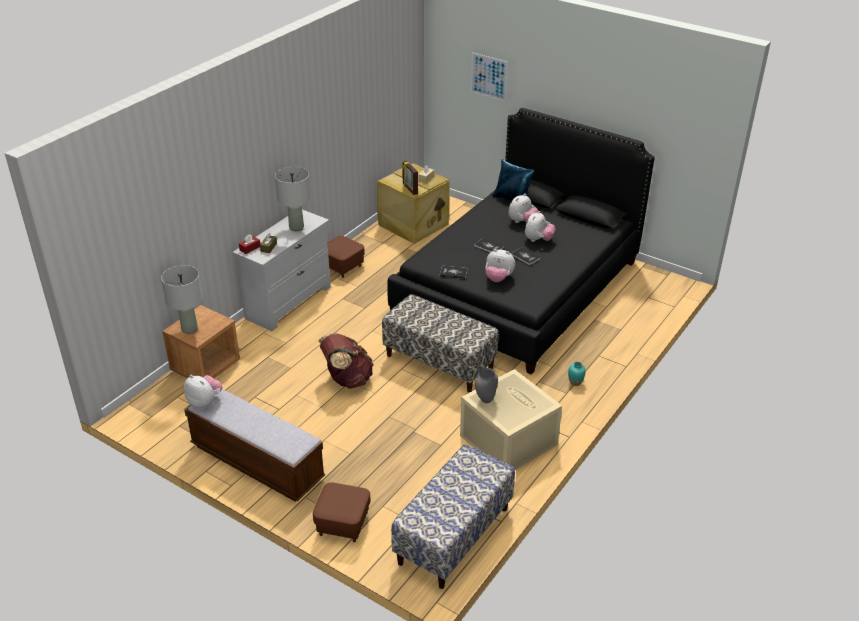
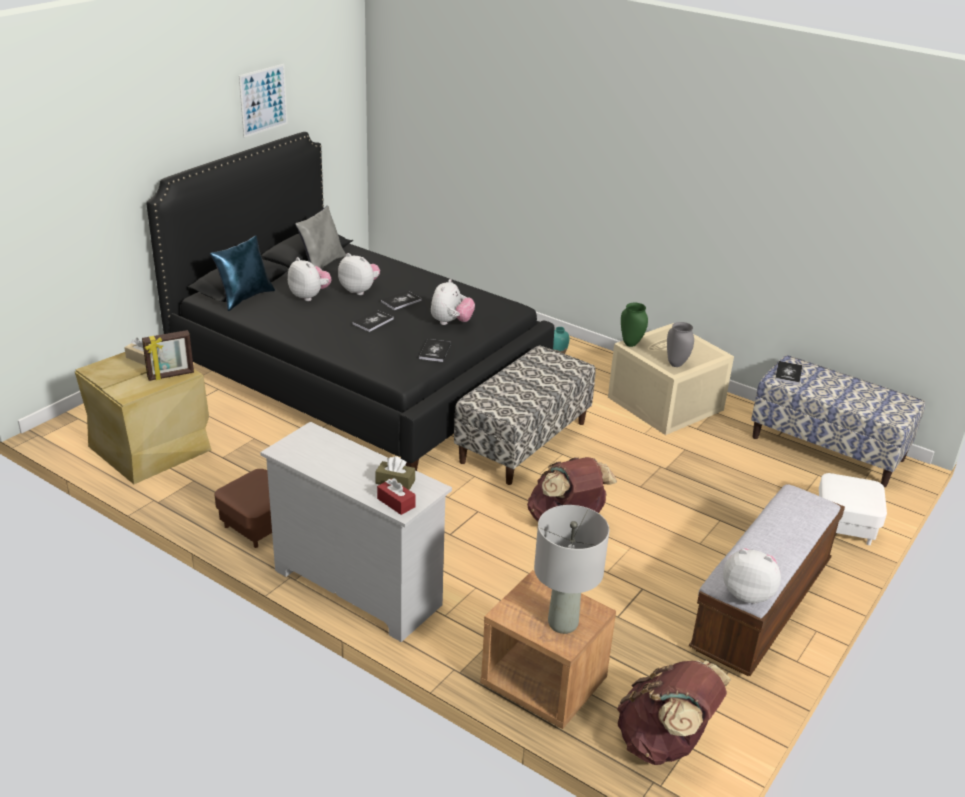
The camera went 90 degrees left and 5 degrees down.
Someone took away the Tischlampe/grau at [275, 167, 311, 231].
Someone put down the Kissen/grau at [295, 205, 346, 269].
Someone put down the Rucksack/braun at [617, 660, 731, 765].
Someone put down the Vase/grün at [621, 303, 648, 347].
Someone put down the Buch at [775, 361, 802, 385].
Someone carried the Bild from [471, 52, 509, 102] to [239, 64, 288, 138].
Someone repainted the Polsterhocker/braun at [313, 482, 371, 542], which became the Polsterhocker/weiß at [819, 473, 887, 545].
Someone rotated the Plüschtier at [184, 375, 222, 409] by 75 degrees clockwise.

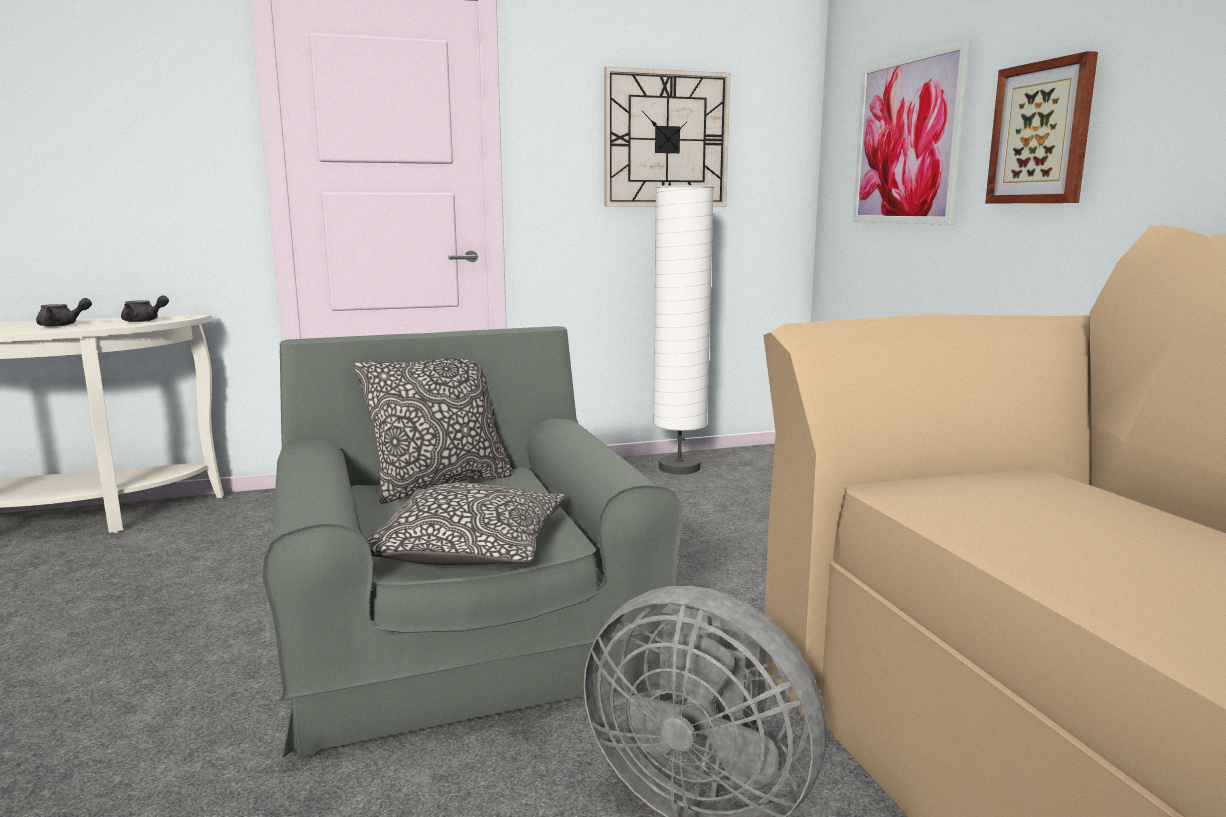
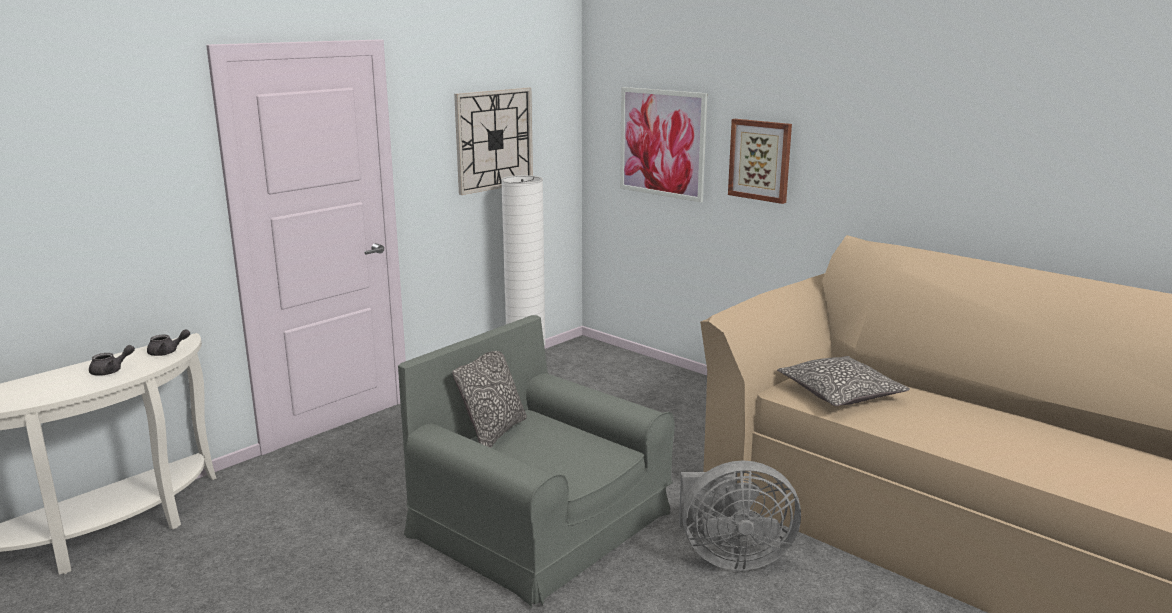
The camera went 30 degrees left and 5 degrees up.
Someone carried the Kissen from [365, 483, 565, 565] to [777, 356, 910, 406].

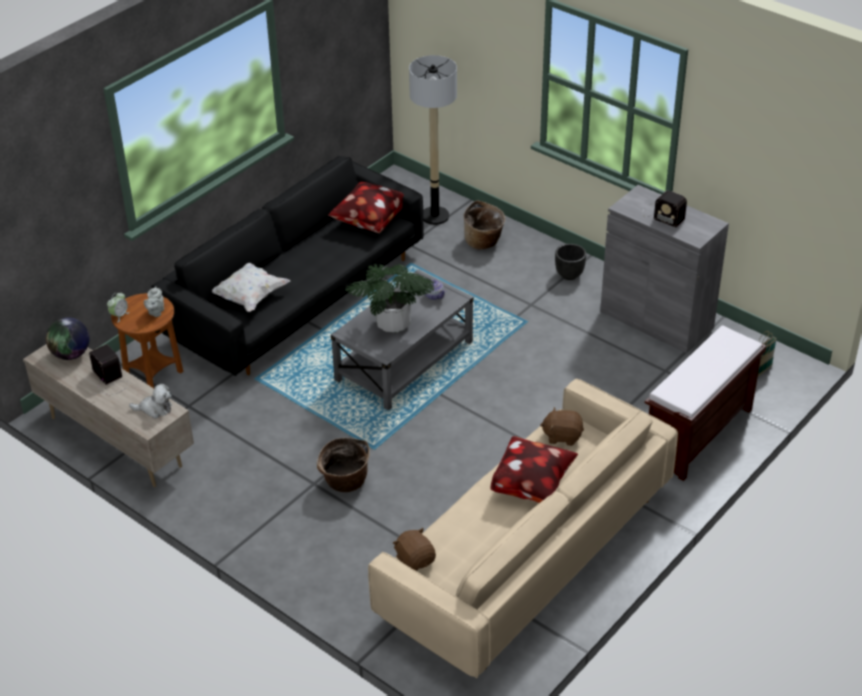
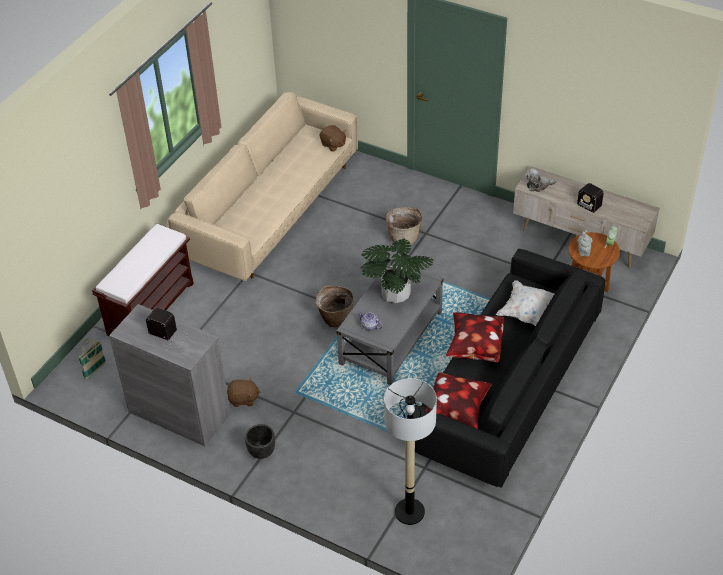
The camera went 170 degrees right and 5 degrees up.
Someone took away the Globus at [46, 317, 89, 360].
Someone carried the Korb from [463, 201, 505, 249] to [316, 286, 354, 327].
Someone carried the Kissen from [491, 436, 578, 503] to [446, 312, 504, 363].
Someone carried the Plüschtier/braun from [540, 407, 584, 446] to [227, 377, 260, 407].

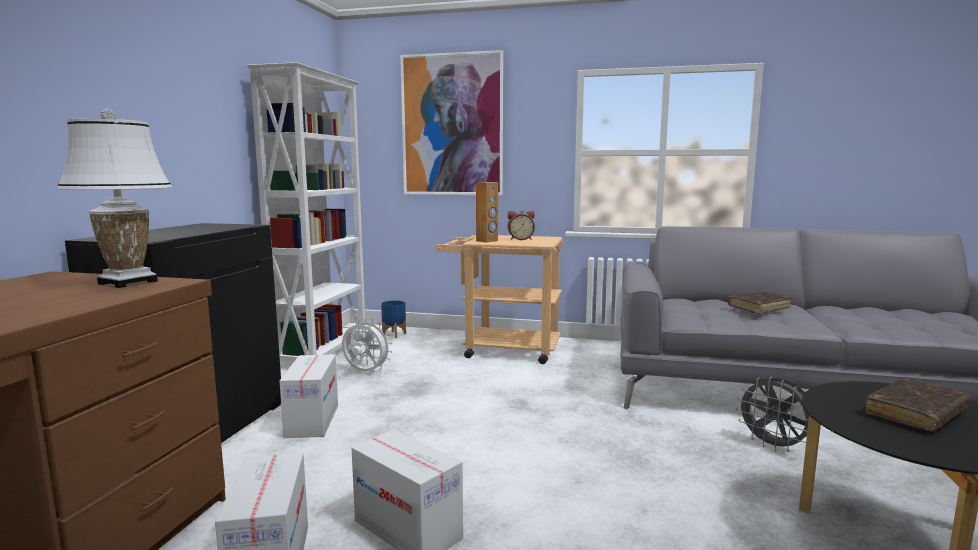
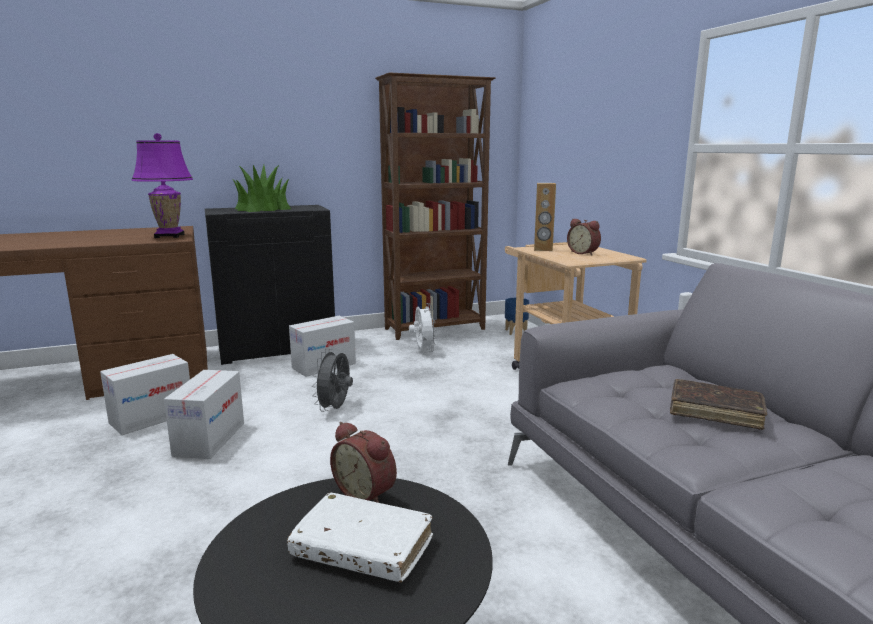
The camera went 55 degrees right and 5 degrees up.
Someone took away the Bild at [400, 50, 503, 195].
Someone put down the Topfpflanze at [231, 165, 291, 212].
Someone put down the Wecker at [330, 422, 397, 503].
Someone carried the Ventilator/grau from [735, 377, 809, 452] to [312, 348, 353, 412].
Someone repainted the Tischlampe/weiß at [57, 109, 172, 288], which became the Tischlampe/lila at [132, 133, 193, 238].
Someone repainted the Bücherregal/weiß at [247, 62, 366, 363], which became the Bücherregal/braun at [375, 72, 496, 340].
Someone repainted the Buch/braun at [865, 378, 971, 432], which became the Buch/weiß at [287, 492, 433, 583].

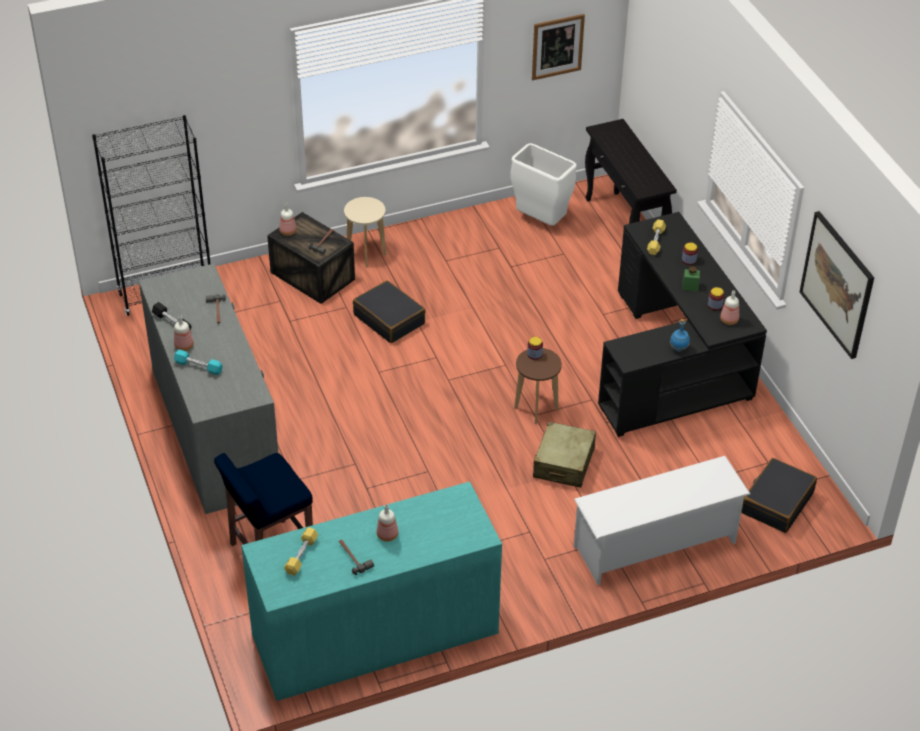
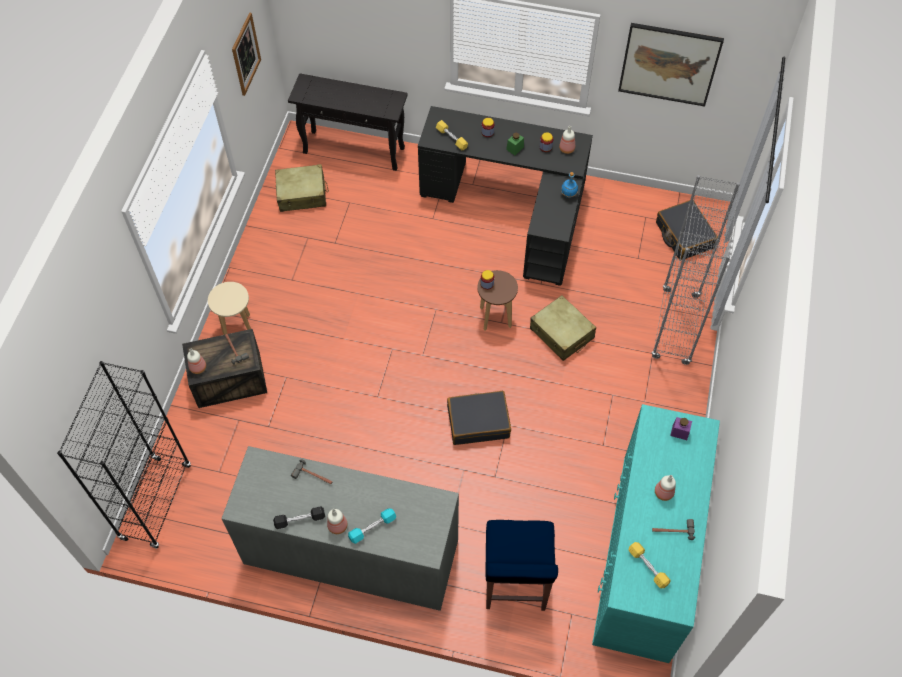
The camera went 55 degrees left and 15 degrees up.
Someone put down the Vorratsglas/lila at [670, 417, 692, 440].
Someone carried the Koffer/schwarz from [353, 280, 426, 343] to [447, 391, 511, 445].
Someone swapped the Mülleimer/weiß at [511, 143, 577, 226] for the Koffer/beige at [275, 164, 329, 212].
Someone swapped the Schuhregal/weiß at [574, 456, 750, 585] for the Bücherregal/grau at [652, 175, 740, 365].

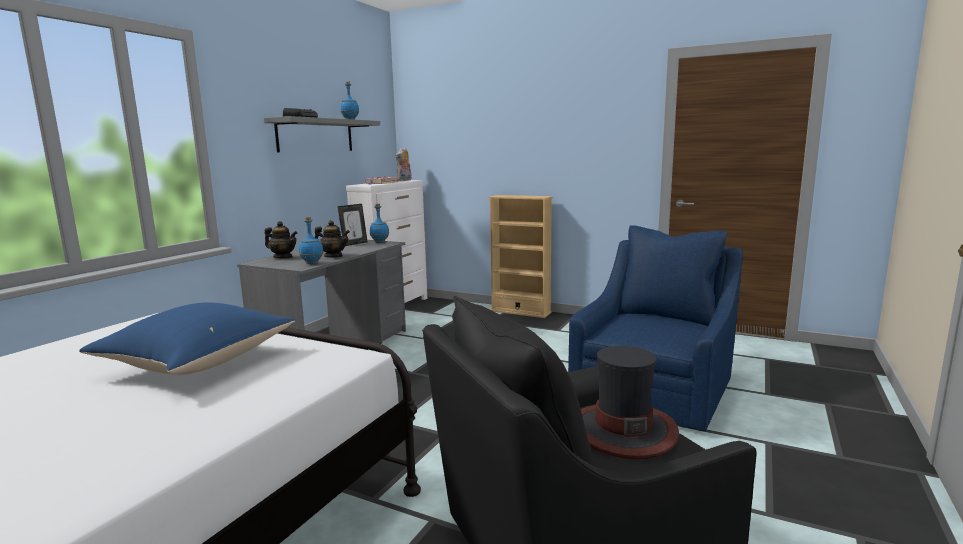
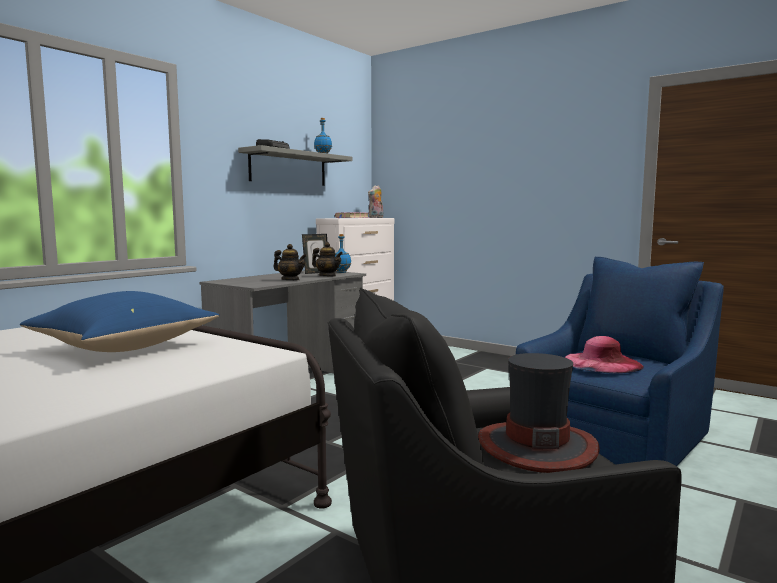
The camera went 10 degrees right and 5 degrees down.
Someone took away the Flasche/blau at [299, 217, 323, 264].
Someone took away the Bücherregal/beige at [489, 195, 553, 318].
Someone put down the Hut/rosa at [565, 336, 644, 373].
Someone carried the Teekanne from [265, 221, 297, 258] to [312, 242, 343, 276].

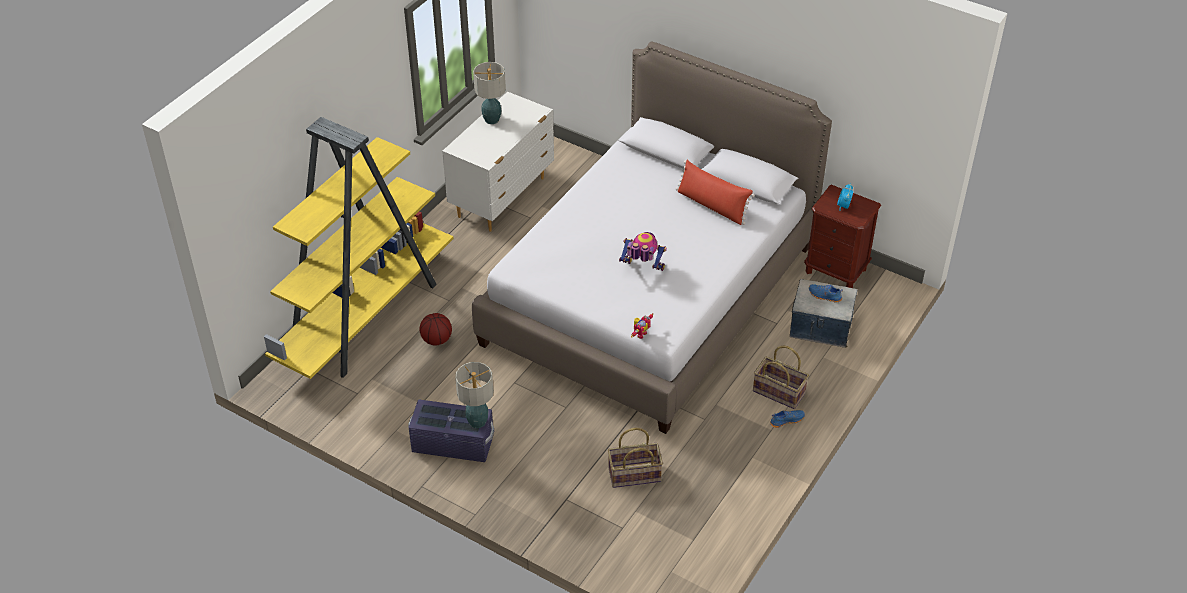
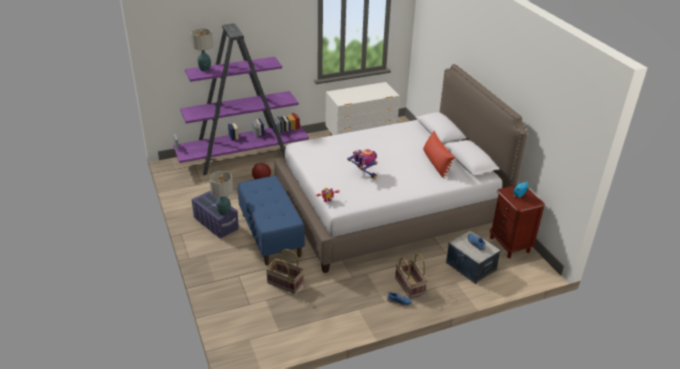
The camera went 35 degrees right and 10 degrees down.
Someone put down the Bank/blau at [238, 176, 305, 265].
Someone carried the Tischlampe from [473, 62, 506, 124] to [191, 28, 213, 71].
Someone repainted the Bücherregal/gelb at [264, 117, 454, 379], which became the Bücherregal/lila at [173, 23, 309, 175].

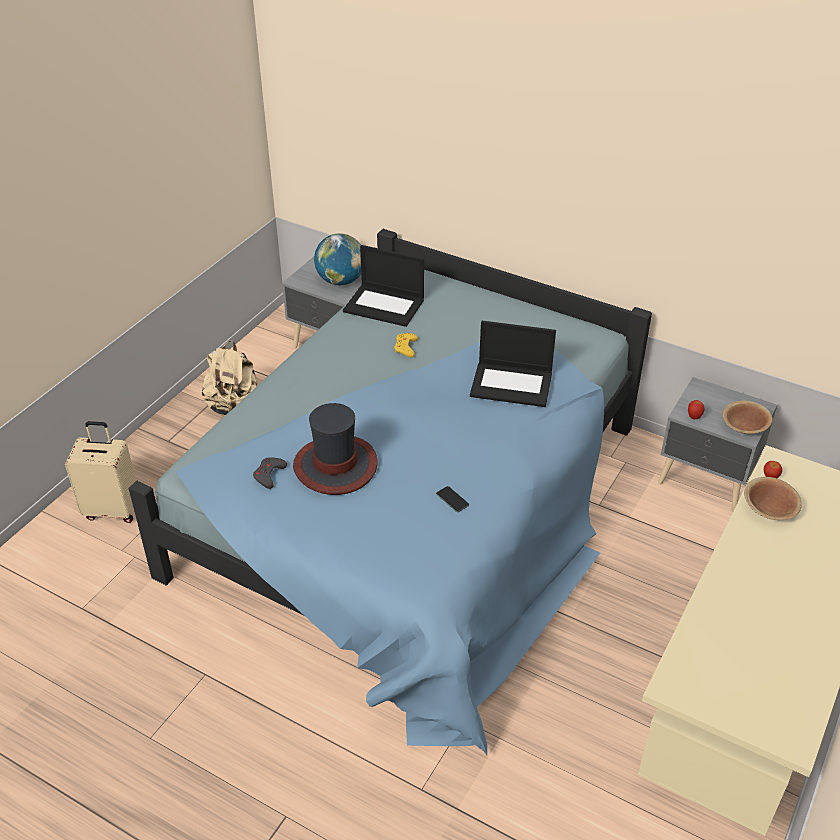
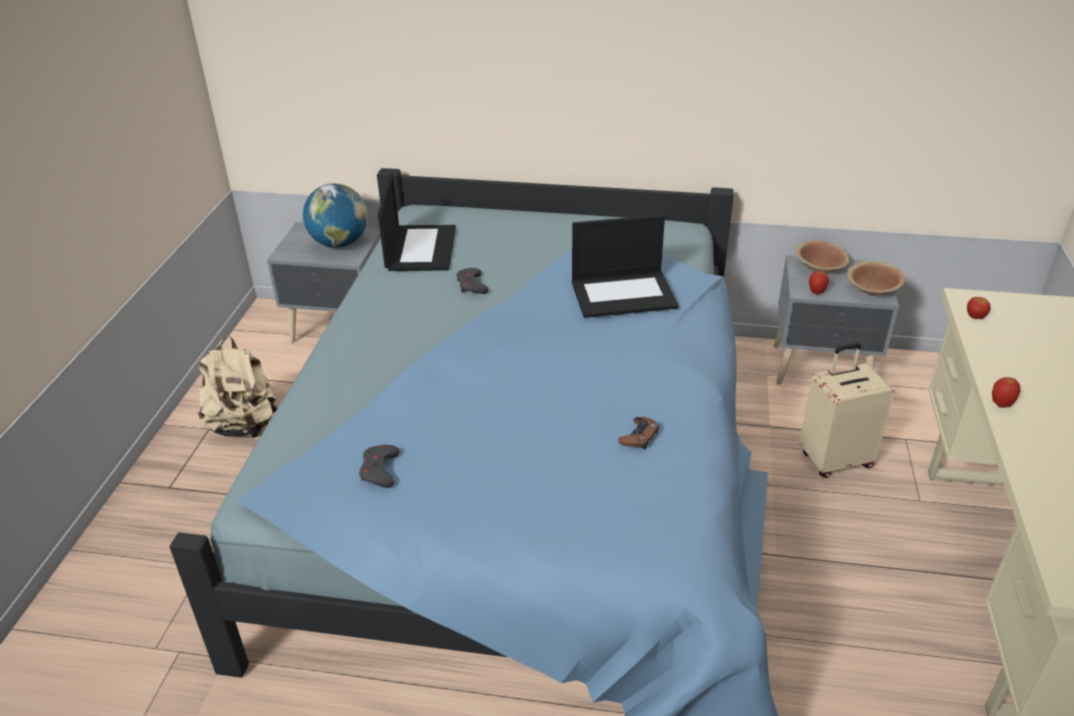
The camera went 20 degrees left and 5 degrees down.
Someone took away the Hut at [293, 403, 378, 495].
Someone put down the Apfel at [992, 377, 1020, 408].
Someone carried the Koffer/beige from [65, 421, 136, 523] to [799, 343, 894, 478].
Someone carried the Schüssel/braun from [744, 477, 802, 520] to [795, 240, 849, 273].
Someone swapped the Handy at [436, 486, 469, 512] for the Gamepad/braun at [618, 417, 659, 449].
Someone repainted the Gamepad/gelb at [394, 333, 418, 357], which became the Gamepad/grau at [456, 268, 488, 294].
Someone rotated the Laptop at [343, 245, 424, 327] by 90 degrees counterclockwise.

